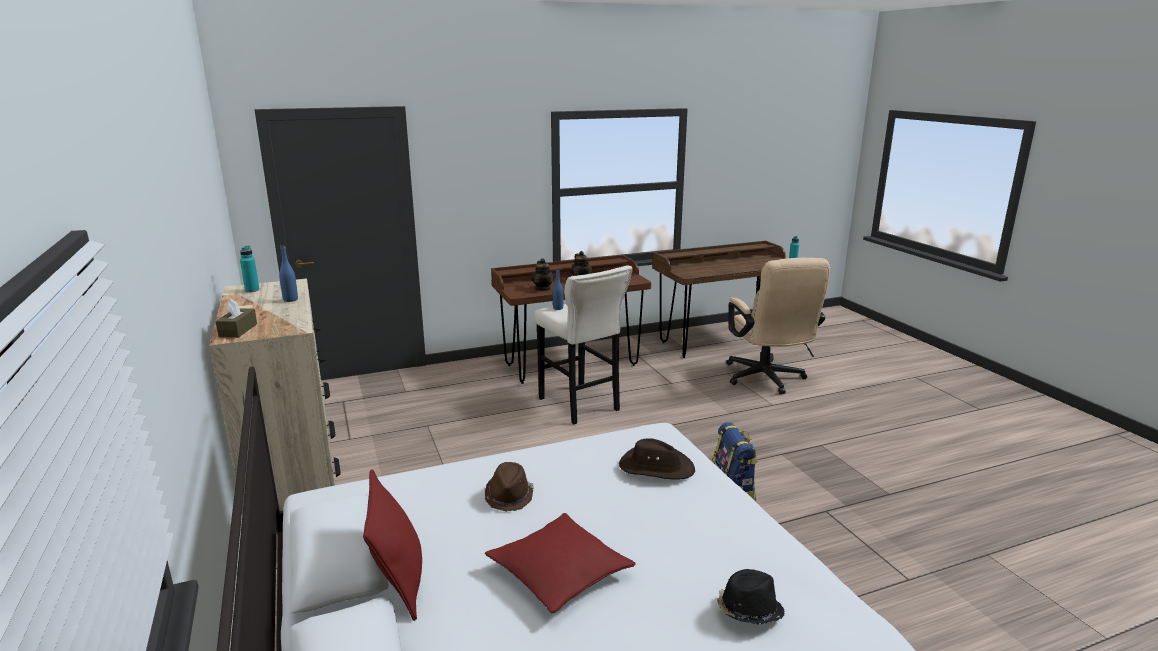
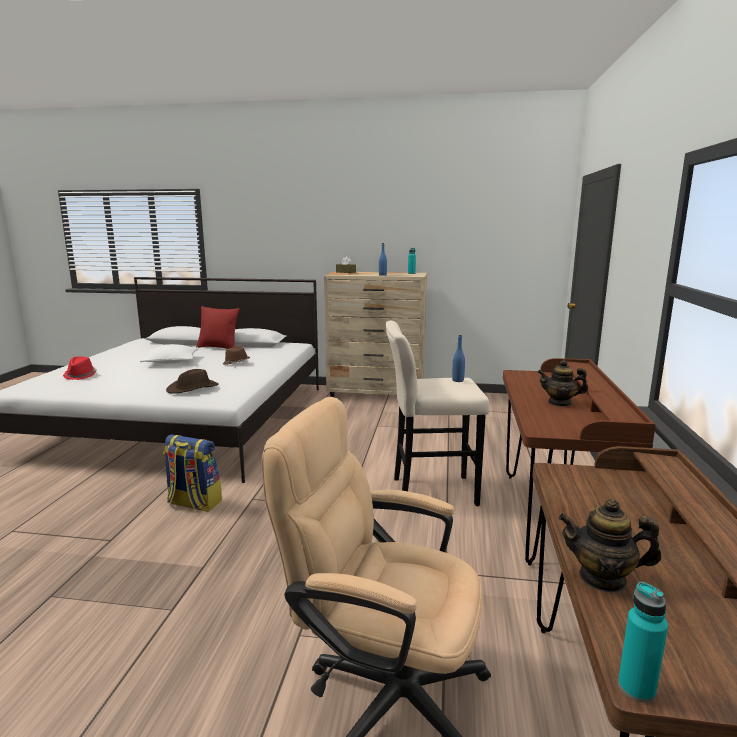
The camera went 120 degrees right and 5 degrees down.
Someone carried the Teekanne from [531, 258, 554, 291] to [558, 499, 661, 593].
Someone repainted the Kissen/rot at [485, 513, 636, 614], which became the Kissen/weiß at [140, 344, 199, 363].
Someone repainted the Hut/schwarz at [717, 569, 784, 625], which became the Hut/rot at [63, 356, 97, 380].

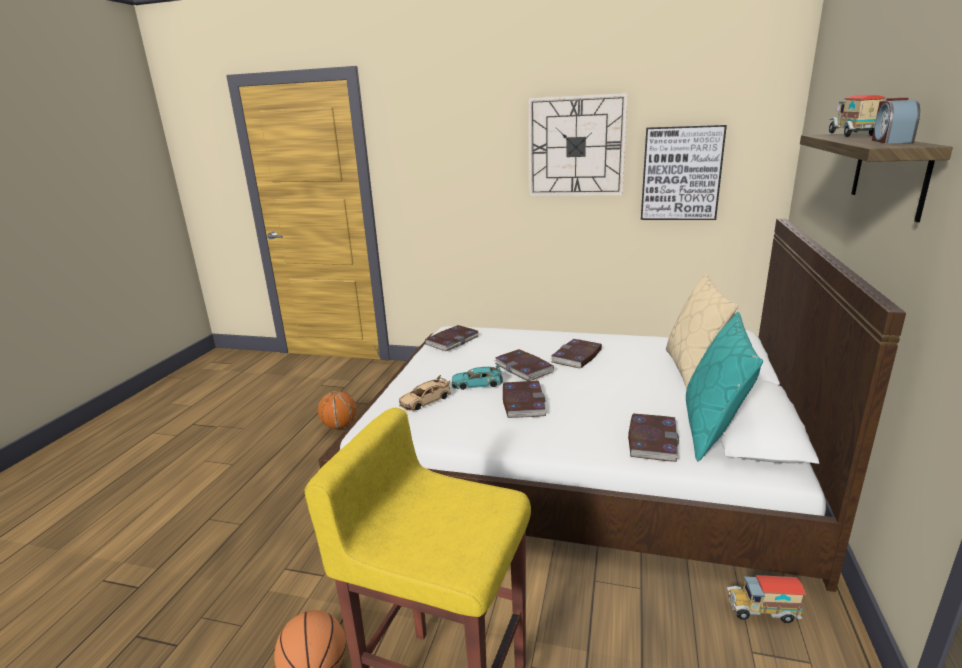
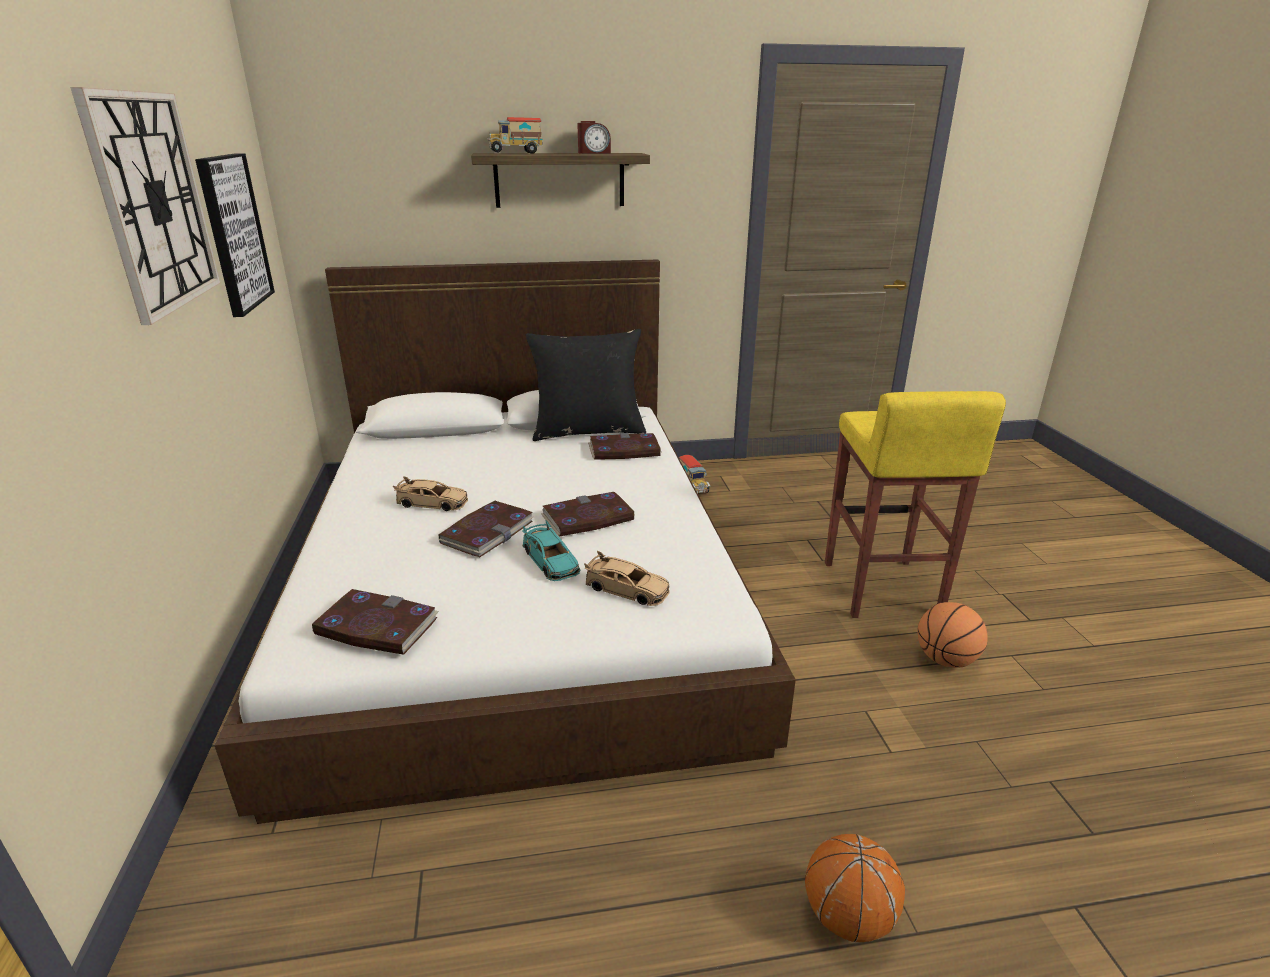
The camera went 115 degrees left and 5 degrees up.
Someone took away the Kissen/beige at [666, 274, 738, 389].
Someone carried the Basketball from [318, 391, 357, 429] to [805, 834, 905, 942].
Someone swapped the Buch at [551, 339, 602, 368] for the Spielzeugauto/beige at [393, 476, 468, 511].
Someone repainted the Kissen/türkis at [686, 312, 763, 462], which became the Kissen/schwarz at [526, 329, 646, 441].

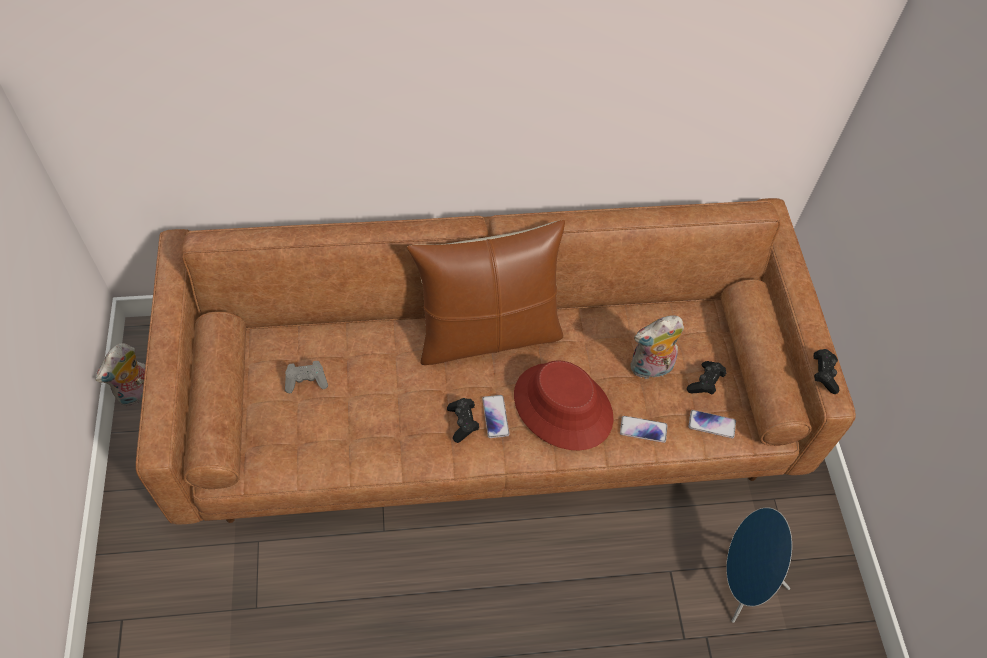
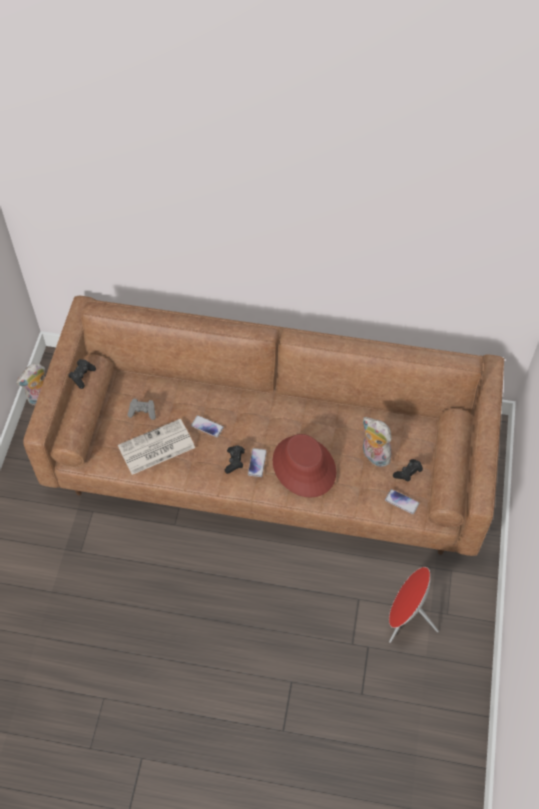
The camera went 20 degrees right and 0 degrees up.
Someone took away the Kissen/braun at [407, 220, 565, 365].
Someone put down the Zeitung at [118, 419, 195, 475].
Someone carried the Handy from [620, 416, 668, 443] to [191, 415, 224, 437].
Someone carried the Gamepad/schwarz from [814, 349, 839, 394] to [68, 359, 96, 389].
Someone repainted the Lautsprecher/blau at [726, 507, 792, 623], which became the Lautsprecher/rot at [389, 567, 439, 643].
Someone rotated the Plüschtier at [630, 315, 684, 380] by 45 degrees clockwise.

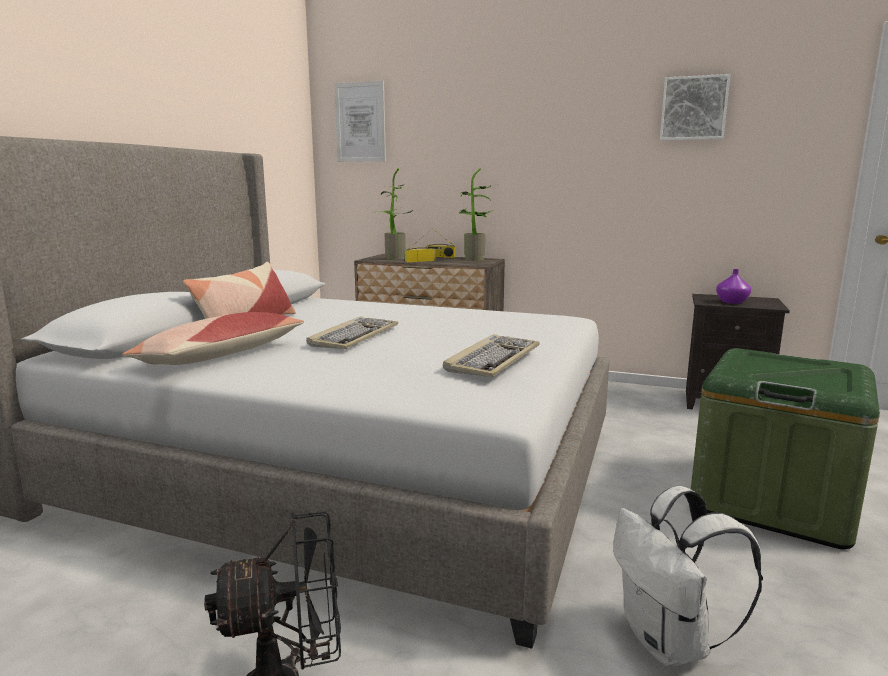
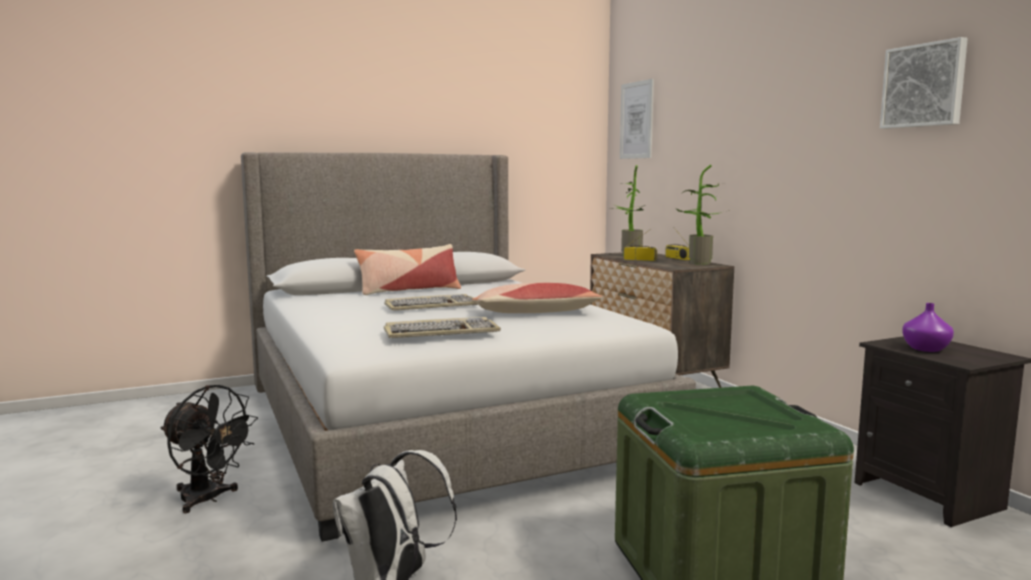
The camera went 45 degrees right and 5 degrees down.
Someone carried the Kissen from [122, 312, 304, 365] to [472, 283, 603, 313].

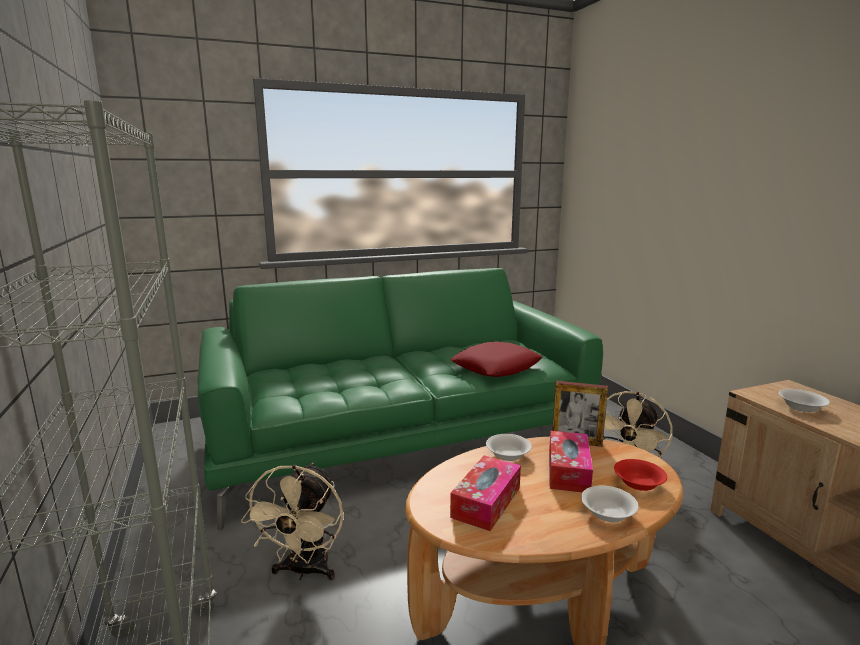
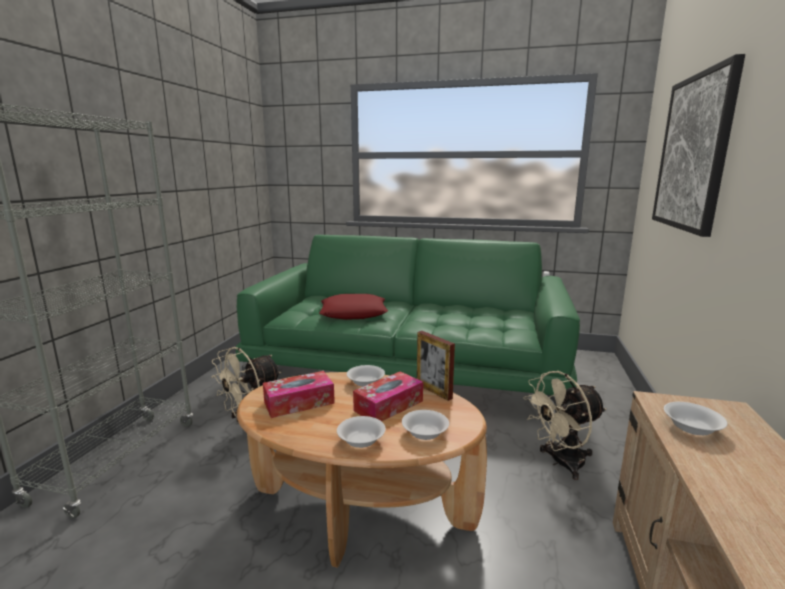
The camera went 35 degrees right and 0 degrees up.
Someone put up the Bild at [652, 54, 745, 237].
Someone carried the Kissen/rot from [450, 341, 543, 377] to [319, 294, 388, 320].
Someone repainted the Schüssel/rot at [614, 459, 667, 491], which became the Schüssel/weiß at [402, 410, 449, 440].

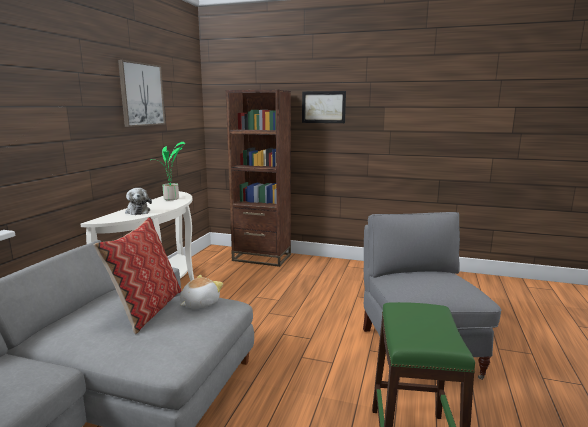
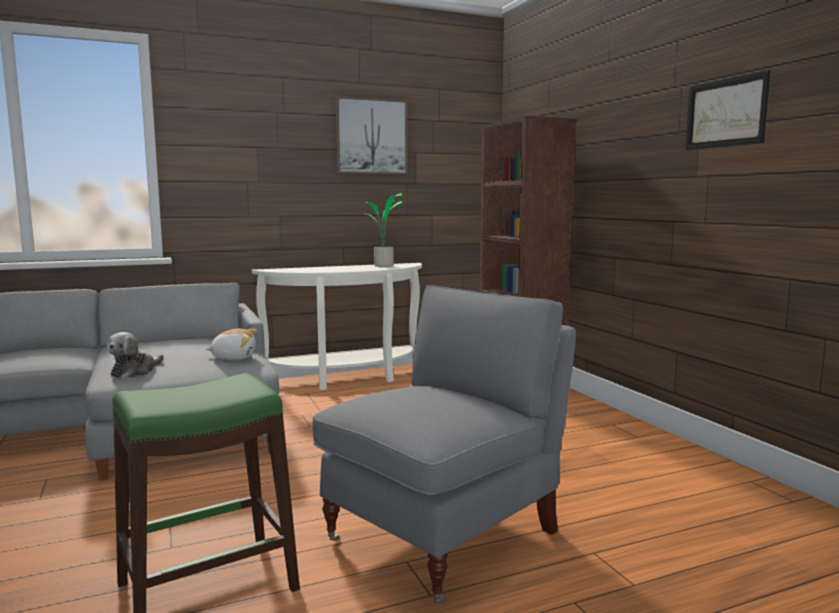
The camera went 50 degrees right and 5 degrees down.
Someone took away the Kissen at [94, 217, 181, 334].
Someone carried the Plüschtier from [125, 188, 152, 215] to [107, 332, 164, 379].
Someone carried the Bild from [302, 91, 346, 123] to [685, 70, 770, 150].

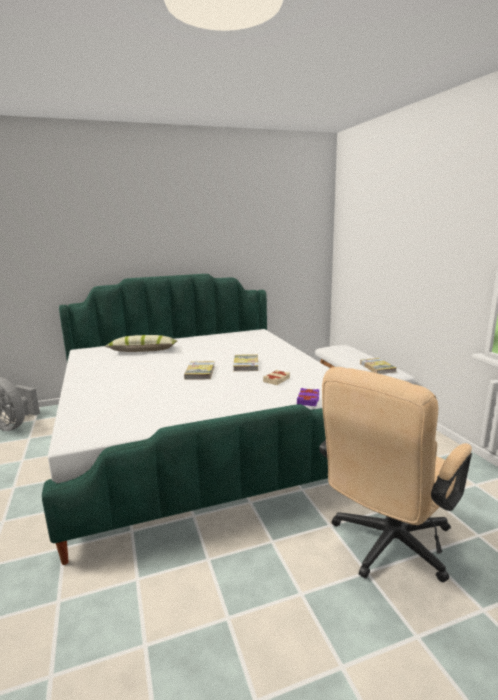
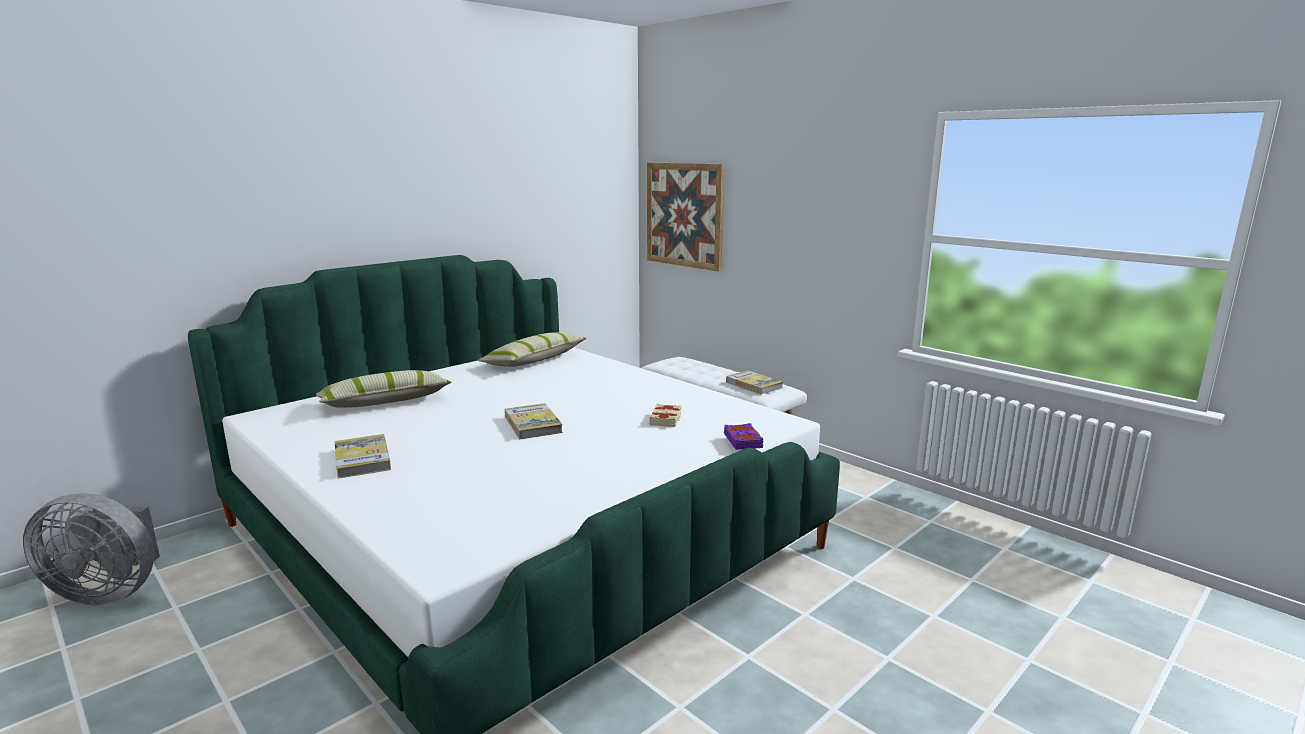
The camera went 25 degrees left and 0 degrees up.
Someone took away the Bürostuhl/beige at [319, 367, 472, 583].
Someone put down the Kissen at [478, 332, 587, 367].
Someone put up the Bild at [647, 163, 724, 271].
Someone carried the Buch from [233, 354, 258, 371] to [335, 434, 391, 479].

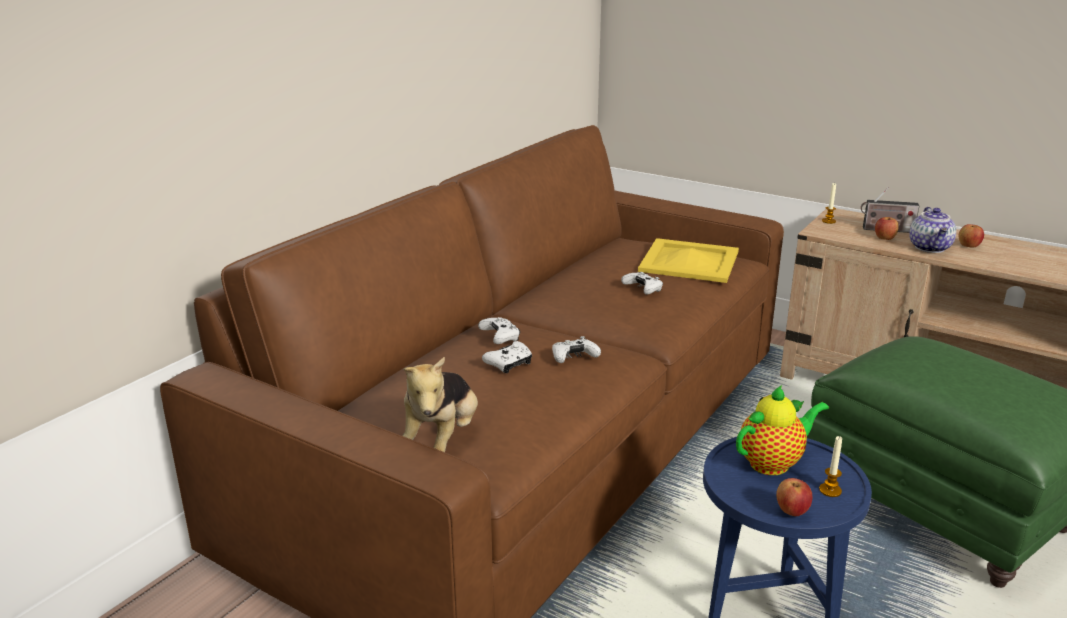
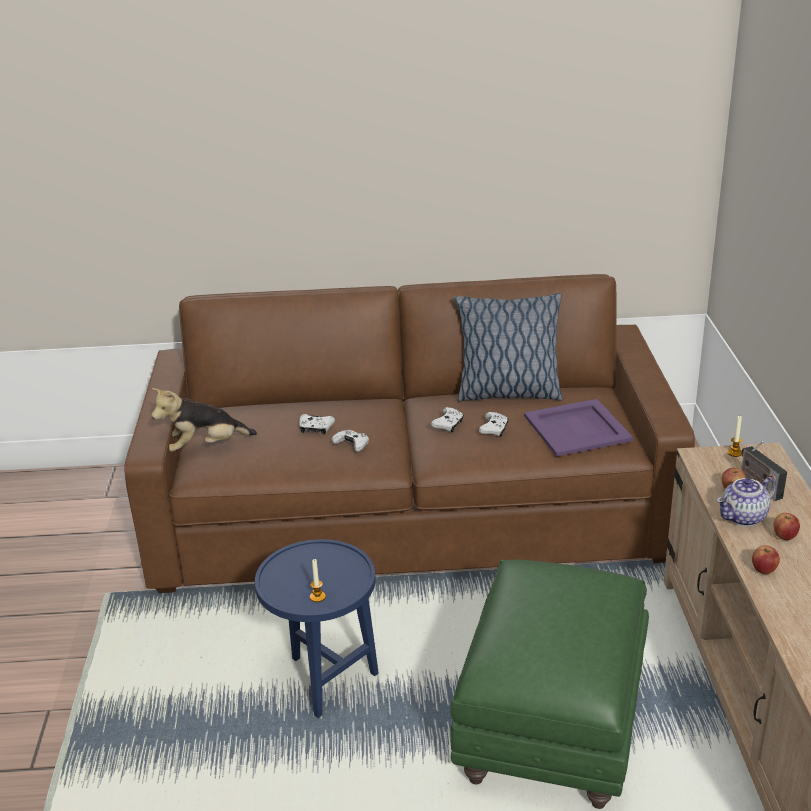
The camera went 55 degrees right and 5 degrees up.
Someone took away the Teekanne at [736, 385, 829, 475].
Someone put down the Kissen at [454, 293, 562, 402].
Someone carried the Gamepad/weiß from [478, 317, 520, 344] to [431, 407, 464, 432].
Someone carried the Apfel from [776, 478, 812, 516] to [752, 545, 780, 574].
Someone repainted the Tablett/gelb at [638, 238, 739, 283], which became the Tablett/lila at [524, 399, 634, 457].

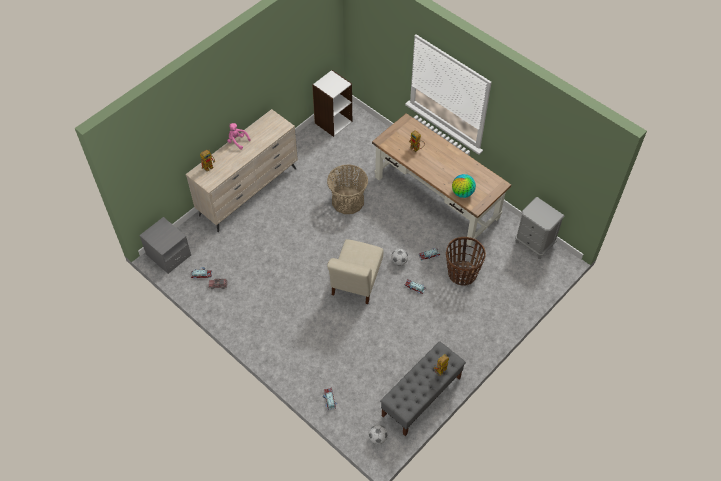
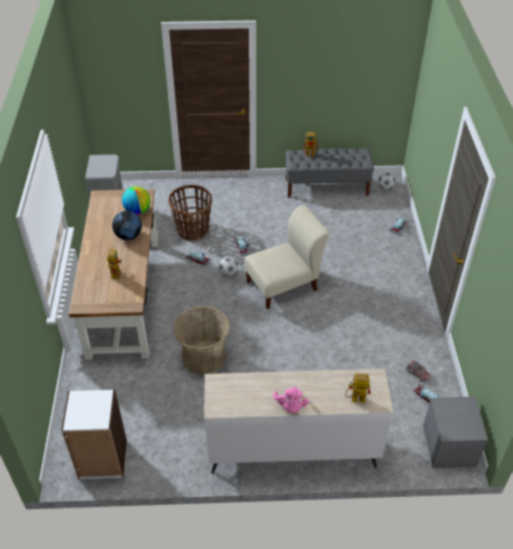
The camera went 135 degrees left and 10 degrees down.
Someone put down the Globus at [112, 211, 142, 240].

